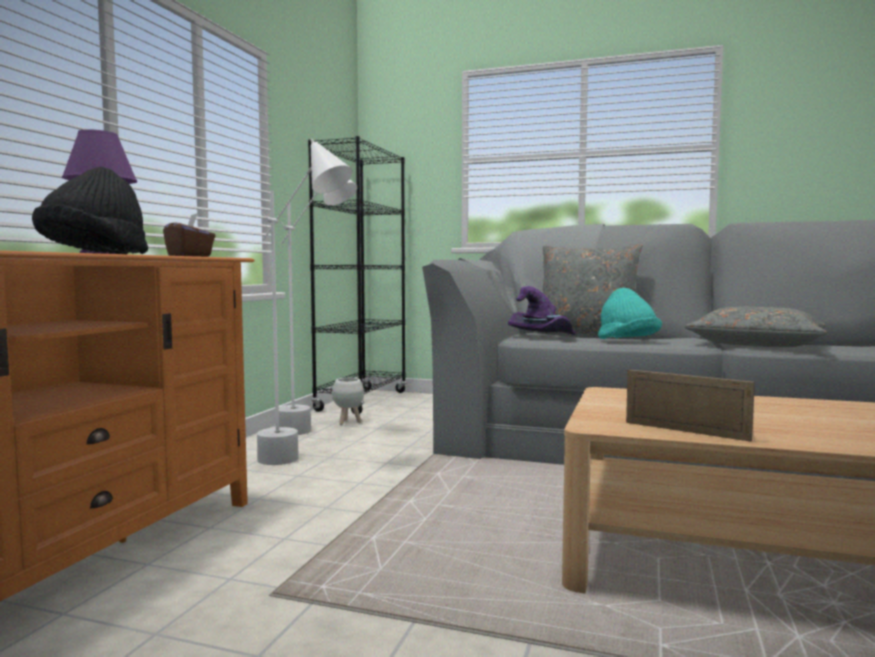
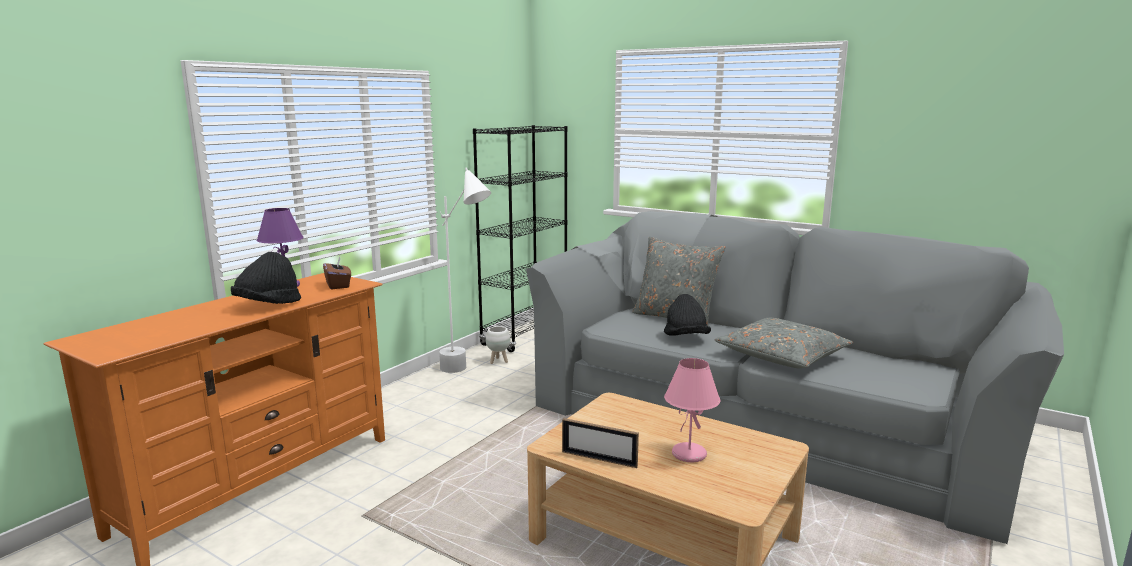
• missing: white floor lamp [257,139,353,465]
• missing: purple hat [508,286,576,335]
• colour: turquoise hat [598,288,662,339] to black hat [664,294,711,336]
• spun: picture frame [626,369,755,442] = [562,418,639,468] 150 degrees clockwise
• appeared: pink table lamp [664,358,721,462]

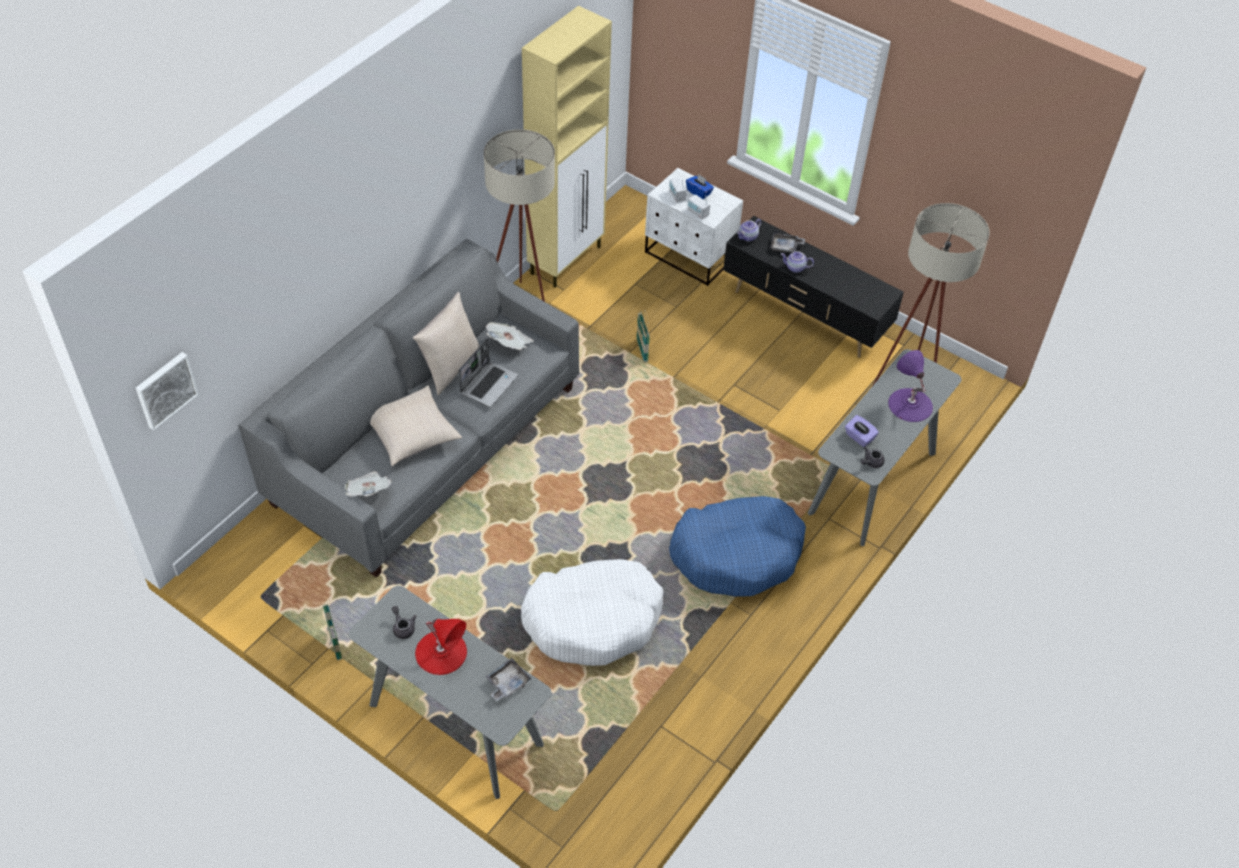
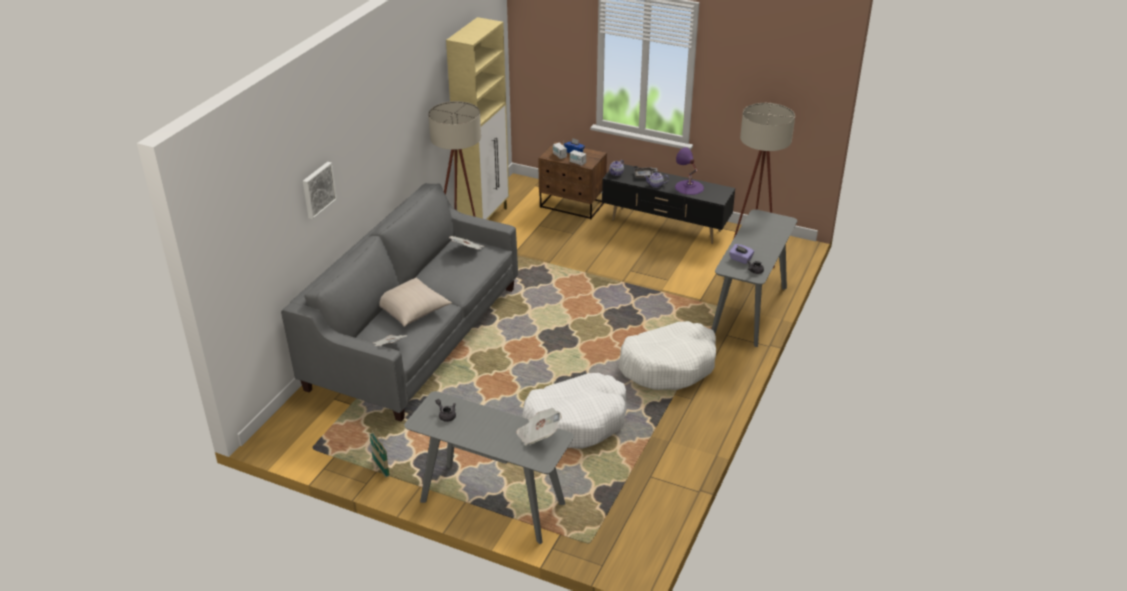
• relocated: picture [136,352,199,431] to [303,162,337,219]
• missing: beige pillow [413,292,480,396]
• missing: red table lamp [415,619,467,675]
• missing: laptop [459,338,518,407]
• exchanged: grey tray [485,658,531,702] to newspaper [516,408,562,446]
• missing: basket [636,311,650,362]
• colour: white nightstand [645,168,743,286] to brown nightstand [538,142,607,219]
• colour: blue dog bed [669,496,806,597] to white dog bed [618,321,716,390]
• relocated: purple table lamp [888,350,933,422] to [675,147,704,195]

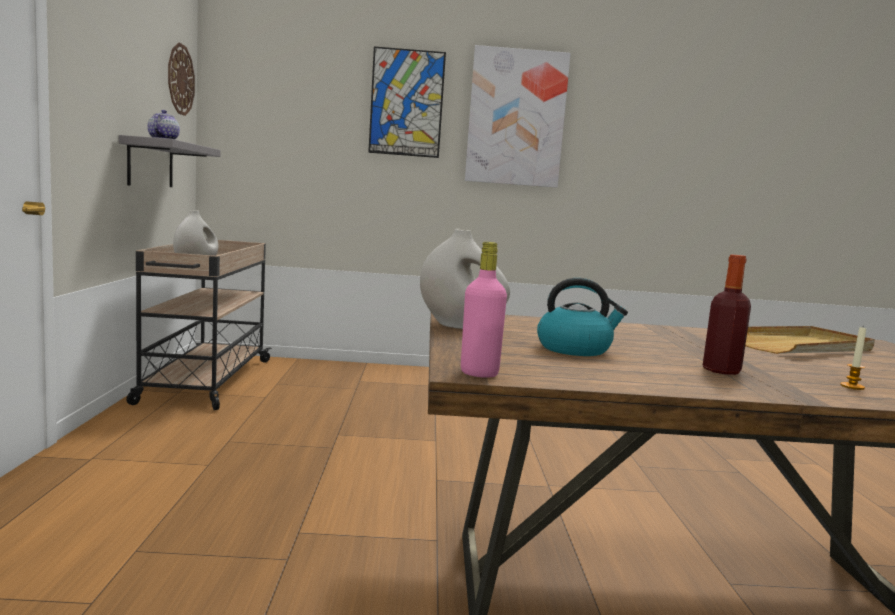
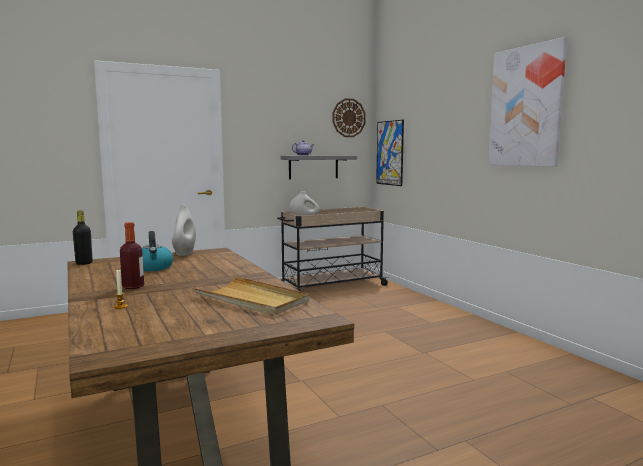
• relocated: picture [368,46,446,158] to [376,120,404,186]
• colour: pink bottle [461,242,507,378] to black bottle [73,210,93,265]

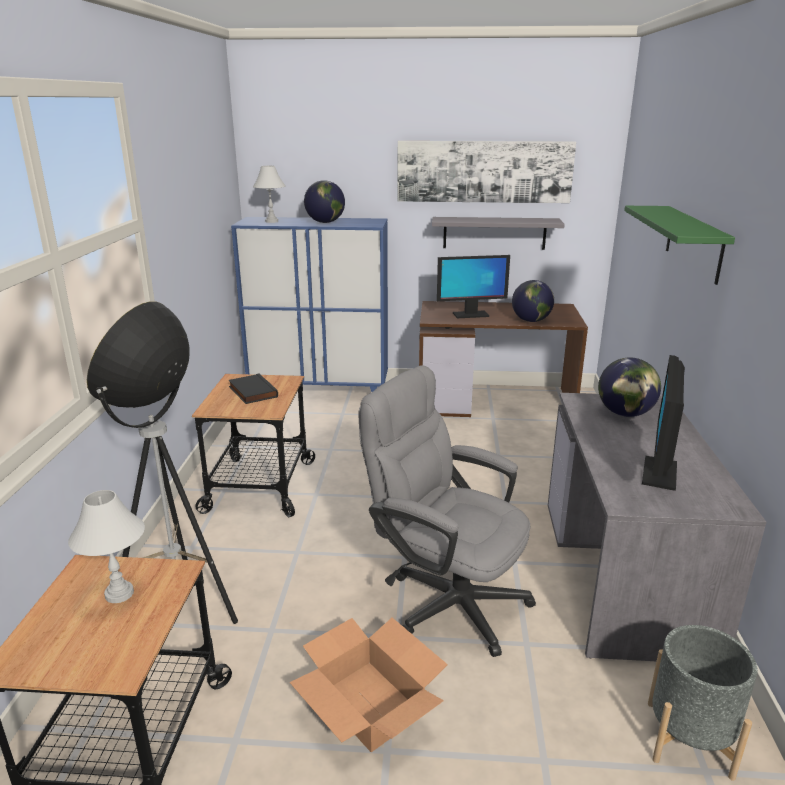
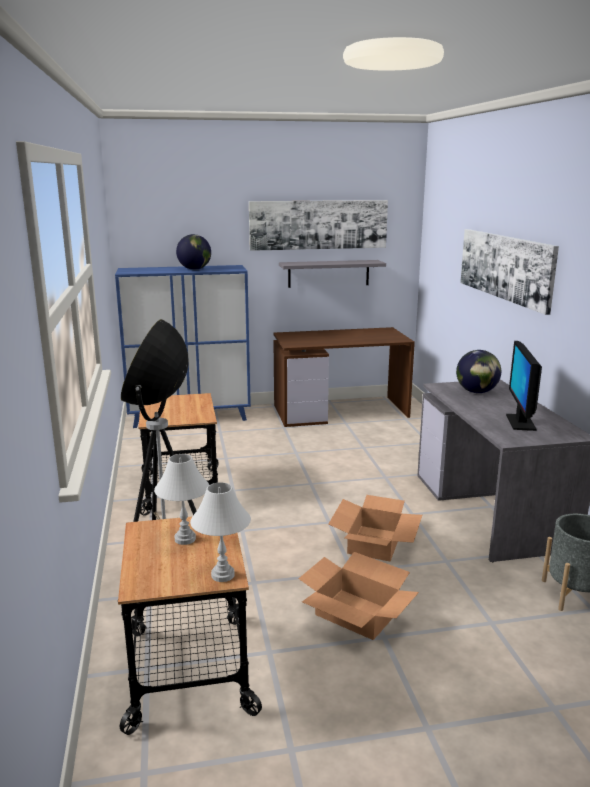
• missing: black book [229,374,278,404]
• relocated: white table lamp [253,166,286,223] to [190,482,251,582]
• exchanged: grey office chair [358,366,536,657] to cardboard box [329,495,422,562]
• missing: monitor [437,255,510,318]
• missing: globe [512,280,554,322]
• exchanged: green shelf [624,206,735,285] to picture [460,229,559,315]

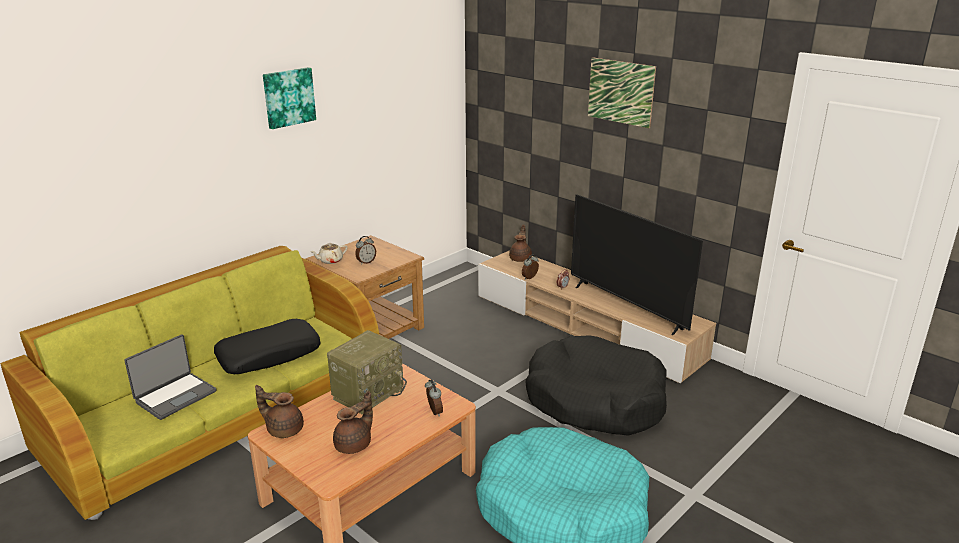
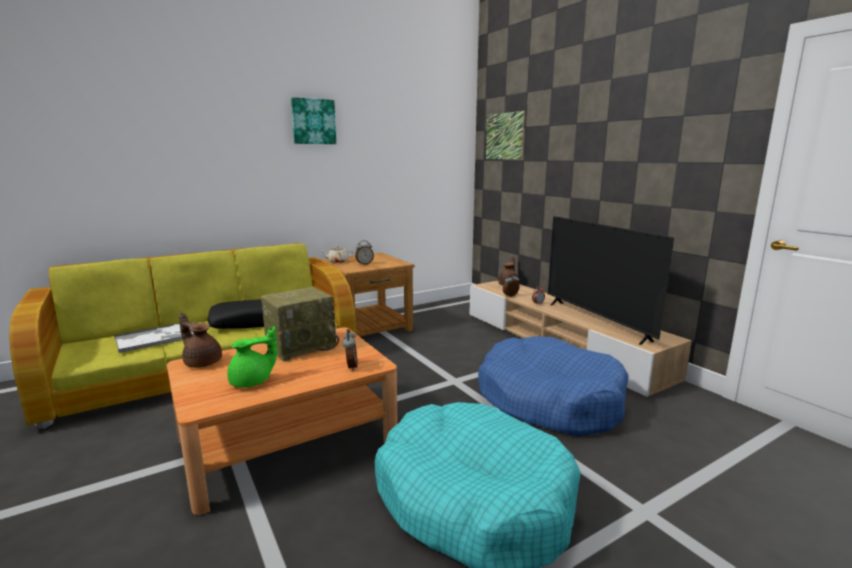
• exchanged: laptop [124,334,217,420] to tray [114,323,194,353]
• colour: brown teapot [333,391,373,454] to green teapot [227,326,277,388]
• colour: black dog bed [525,335,667,436] to blue dog bed [478,336,629,436]
• relocated: picture [588,57,656,128] to [486,111,525,159]

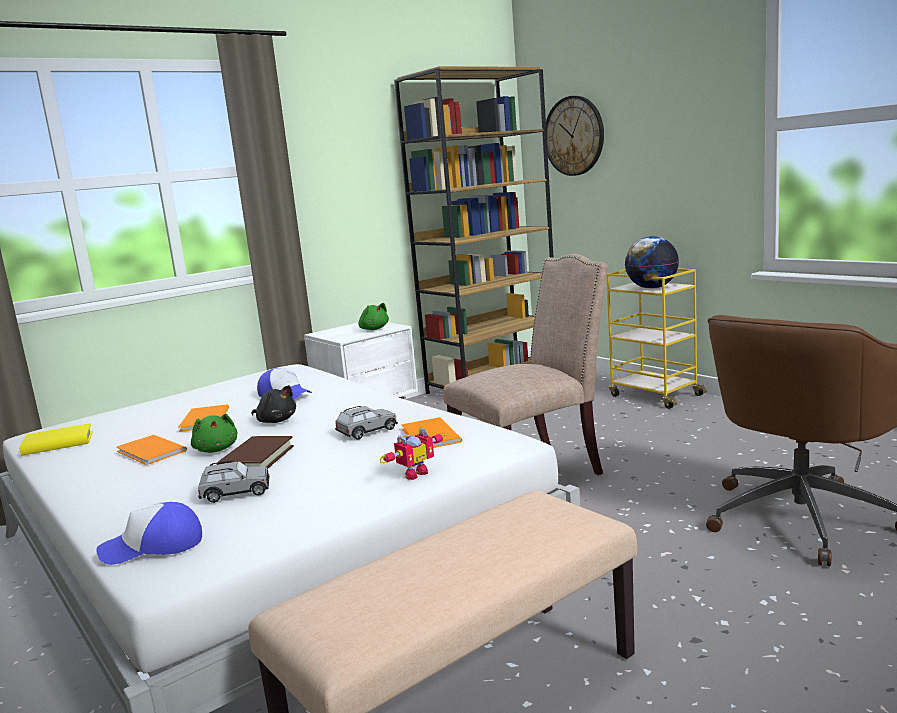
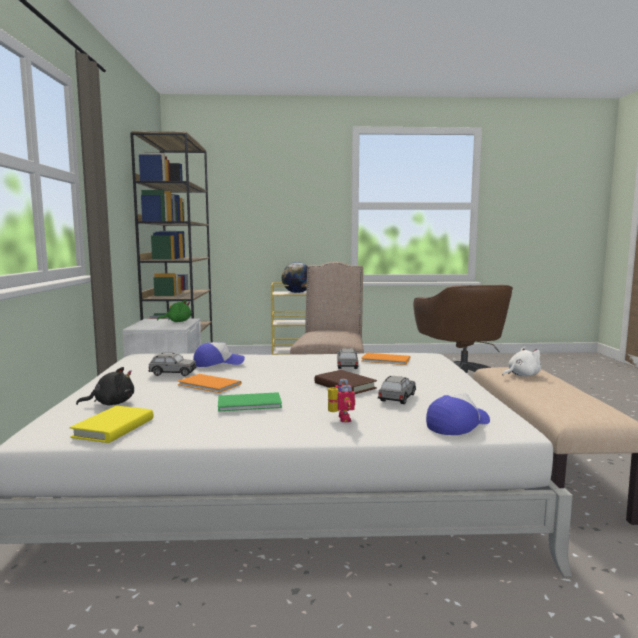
• spun: cap [96,502,202,565] = [426,393,490,435] 150 degrees counterclockwise
• colour: orange book [116,435,187,465] to green book [218,392,282,411]
• missing: green plush toy [191,414,237,453]
• relocated: black plush toy [252,385,296,423] to [76,367,134,406]
• relocated: toy robot [379,427,446,480] to [328,379,355,422]
• missing: wall clock [546,96,604,176]
• appeared: grey toy car [148,353,197,376]
• appeared: white plush toy [502,347,541,376]

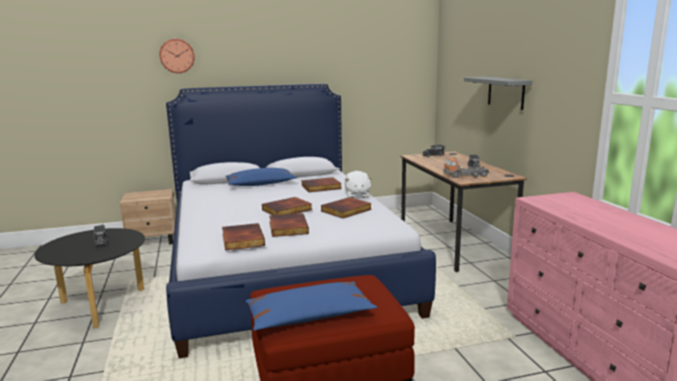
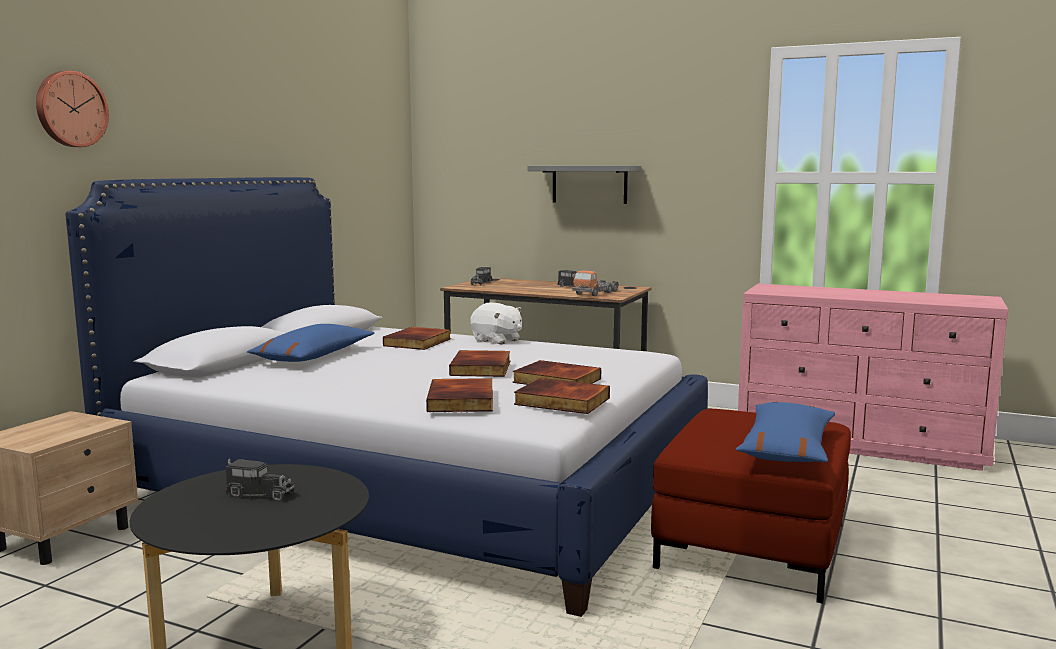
• relocated: book [321,197,372,218] to [426,378,493,412]

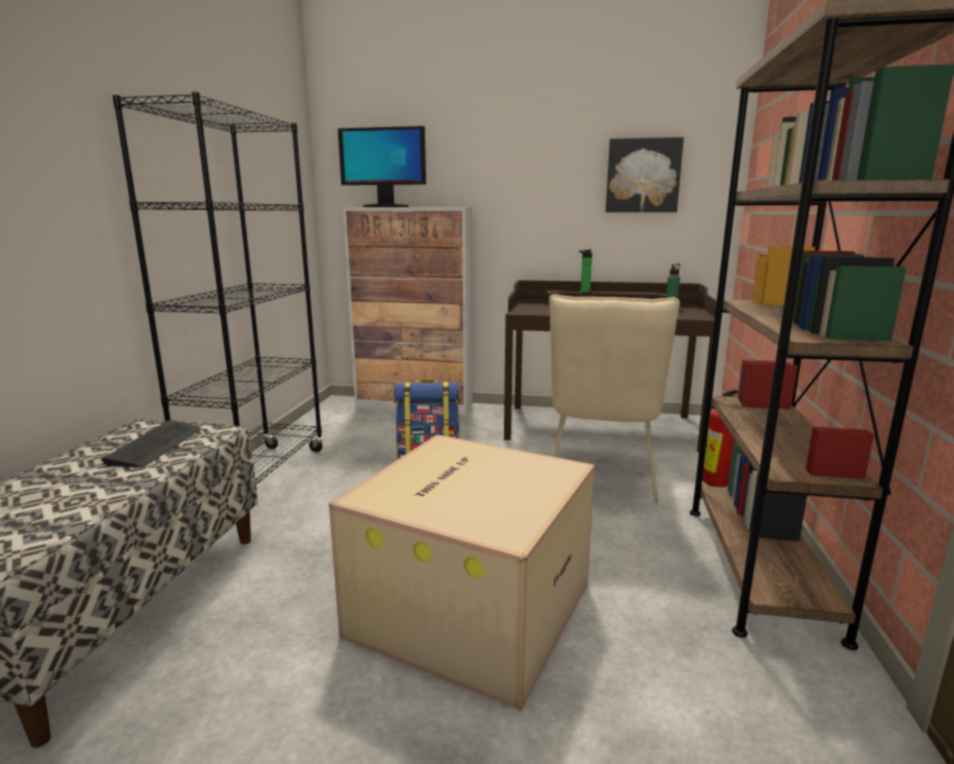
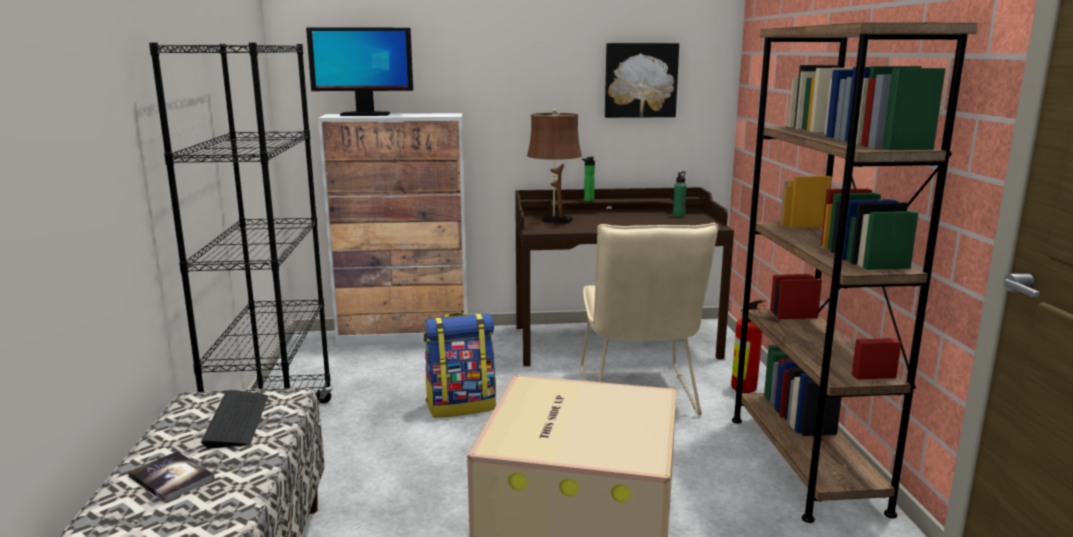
• appeared: book [128,451,215,502]
• appeared: brown table lamp [527,109,582,224]

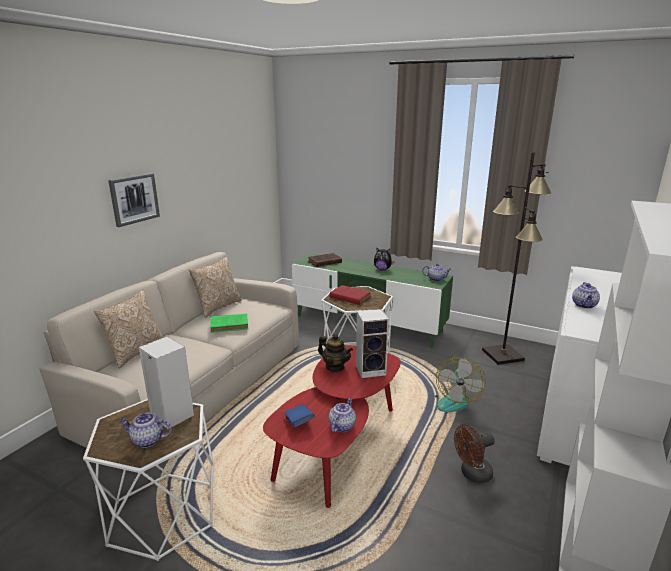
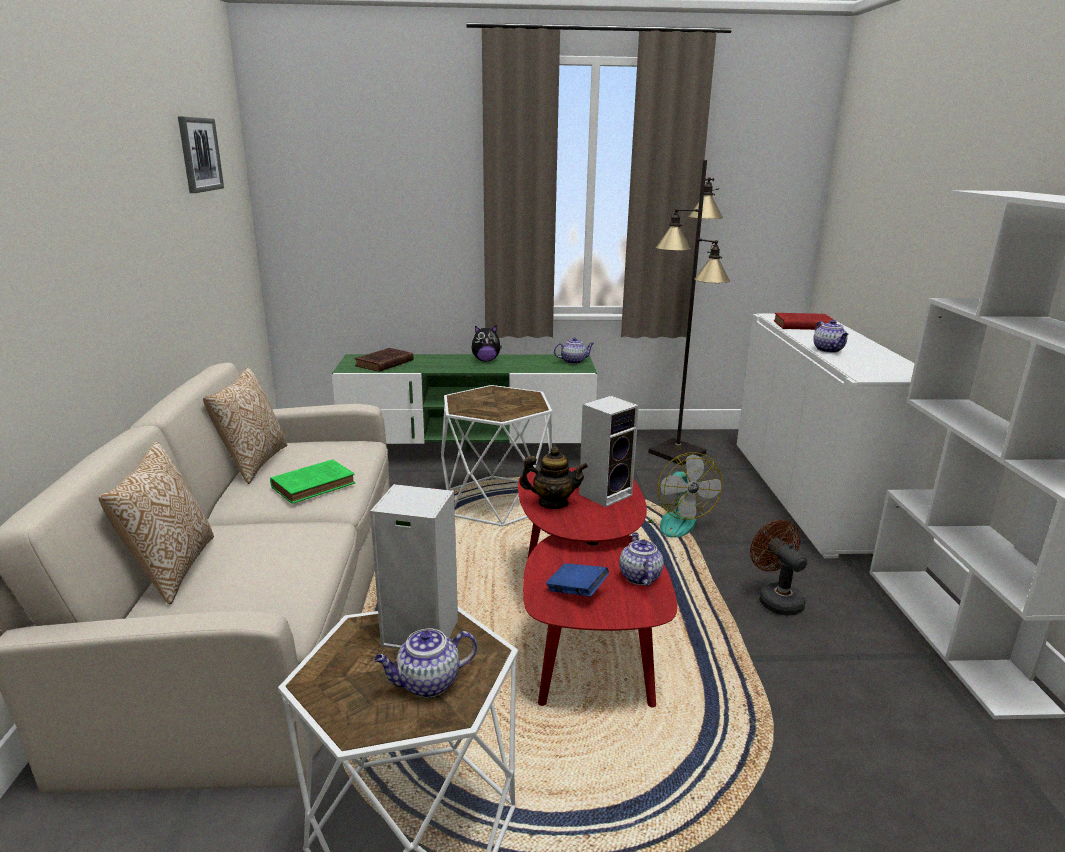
• relocated: picture [108,173,160,227] to [178,117,224,193]
• relocated: red book [330,285,371,305] to [774,313,837,330]
• spun: brown fan [454,424,495,483] = [750,520,807,616] 120 degrees clockwise

